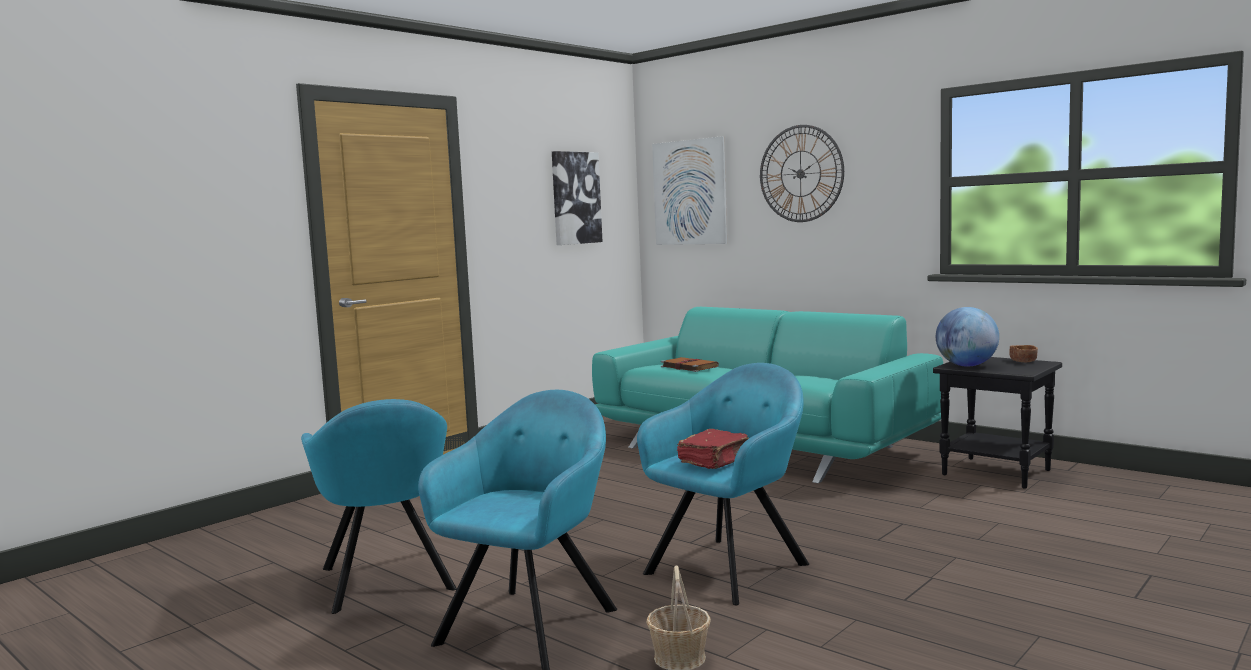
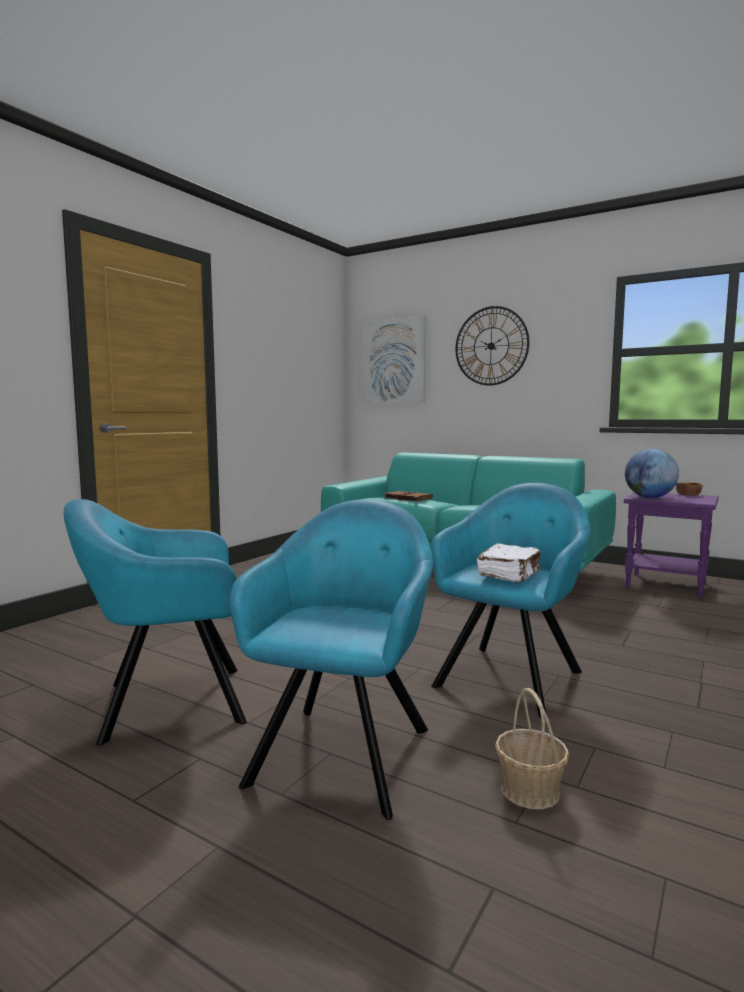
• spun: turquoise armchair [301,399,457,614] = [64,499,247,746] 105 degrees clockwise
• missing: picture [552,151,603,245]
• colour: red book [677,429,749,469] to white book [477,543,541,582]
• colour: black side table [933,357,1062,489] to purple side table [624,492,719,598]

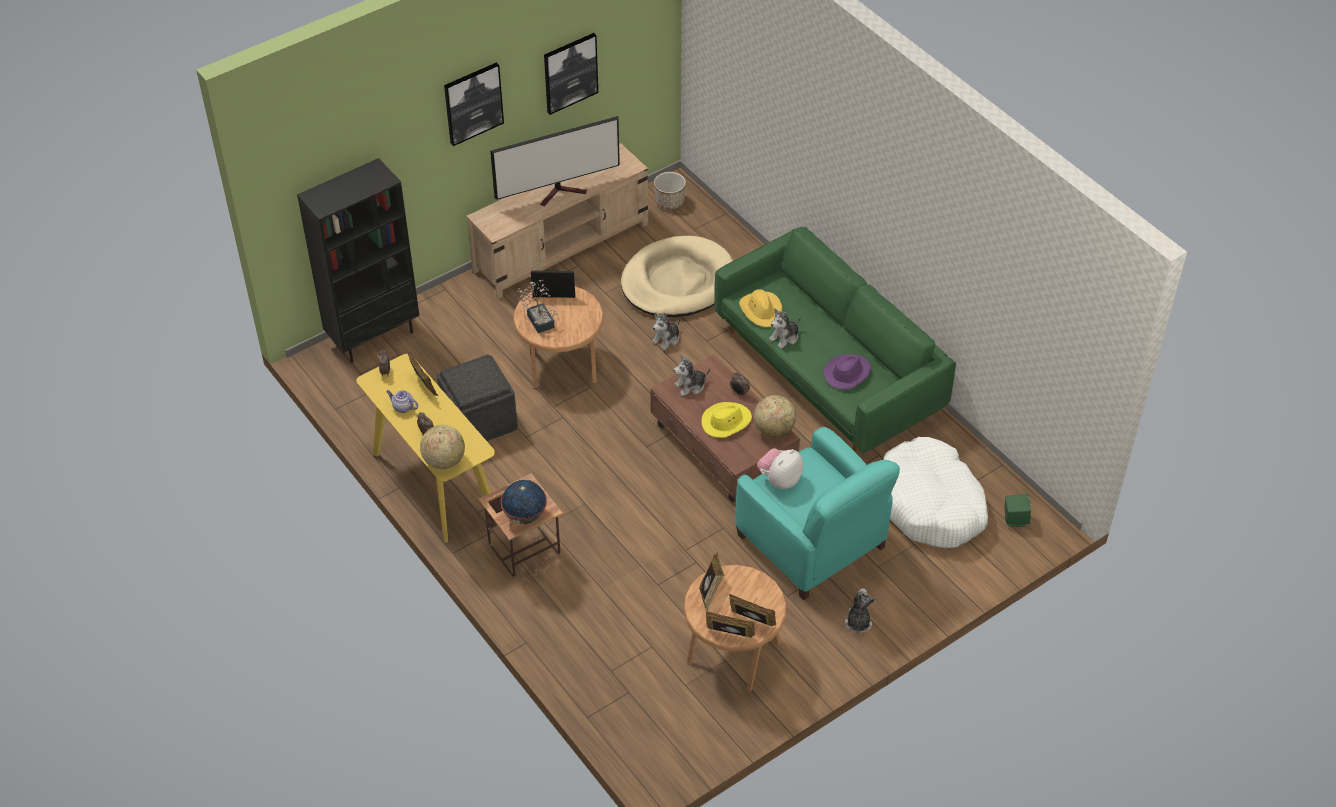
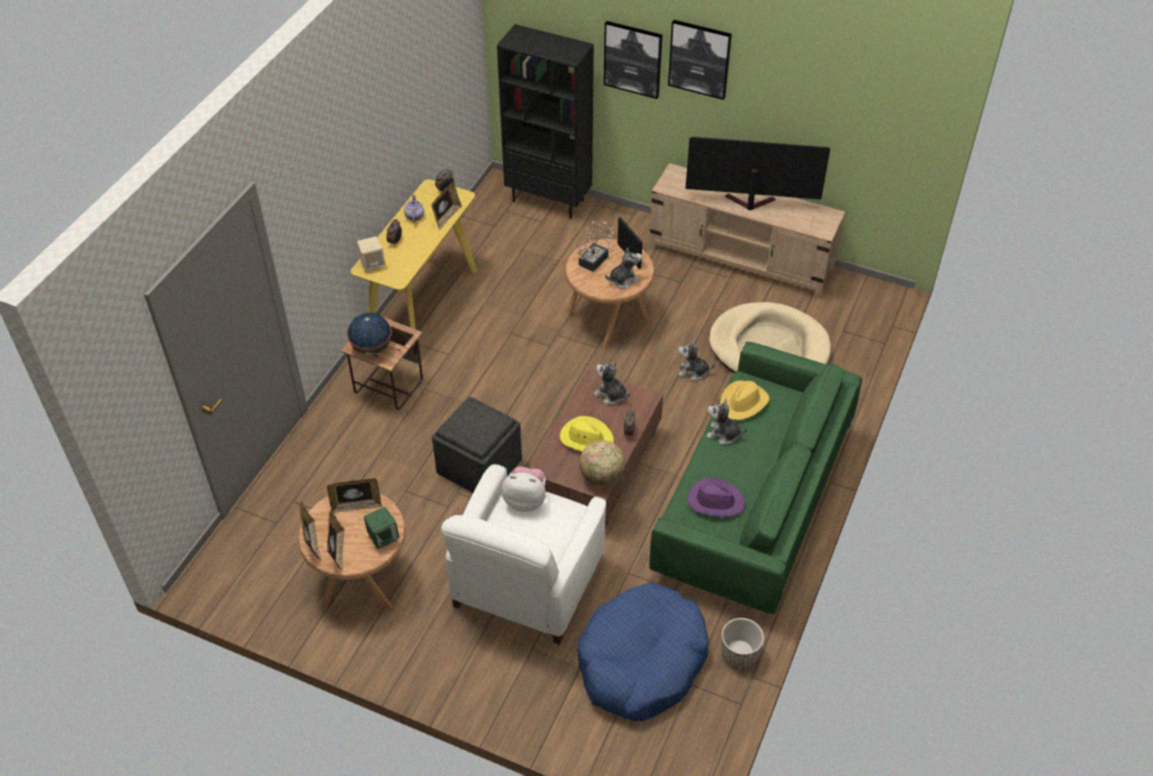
• exchanged: globe [420,425,465,470] to beige speaker [357,236,385,272]
• relocated: grey ottoman [437,354,518,441] to [432,397,522,493]
• spun: television [490,116,620,206] = [685,137,830,210] 150 degrees clockwise
• relocated: picture [544,33,598,115] to [604,21,662,99]
• relocated: planter [654,172,686,210] to [721,618,764,669]
• colour: turquoise armchair [735,427,900,600] to white armchair [441,464,606,645]
• relocated: plush toy [845,588,876,634] to [605,248,642,289]
• colour: white dog bed [884,437,988,548] to blue dog bed [577,583,709,721]
• relocated: green speaker [1004,494,1031,527] to [364,507,399,549]

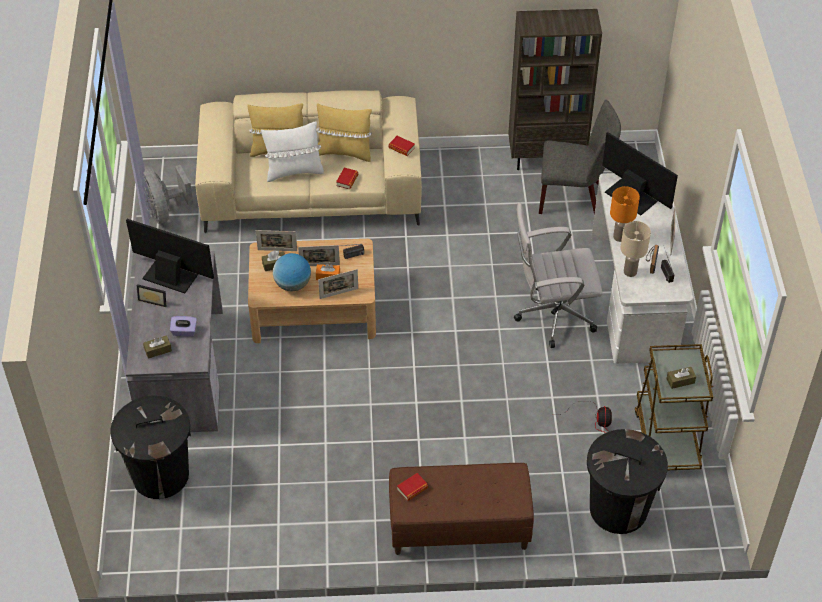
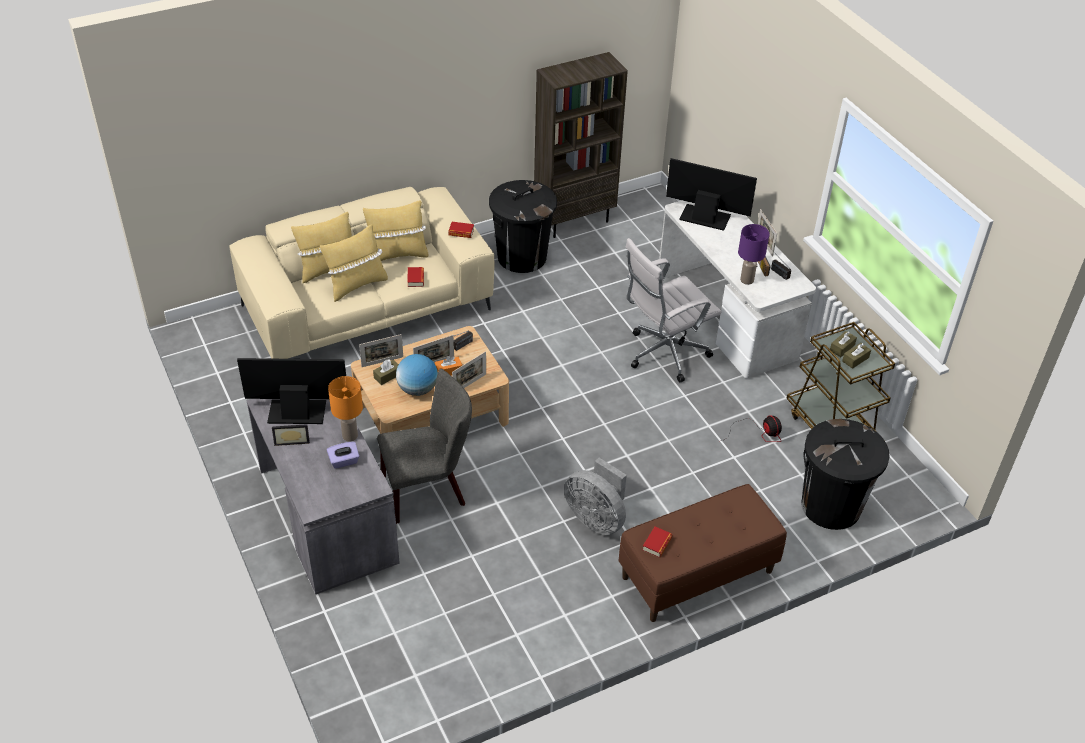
• relocated: black trash can [110,396,191,499] to [489,180,557,273]
• relocated: grey fan [143,165,193,224] to [564,458,627,535]
• relocated: brown tissue box [143,335,172,359] to [830,331,857,357]
• colour: white pillow [261,121,324,182] to yellow pillow [320,224,388,302]
• relocated: grey chair [539,100,621,214] to [377,369,472,524]
• relocated: orange table lamp [610,186,640,242] to [328,376,363,442]
• colour: beige table lamp [620,221,651,277] to purple table lamp [738,224,770,285]

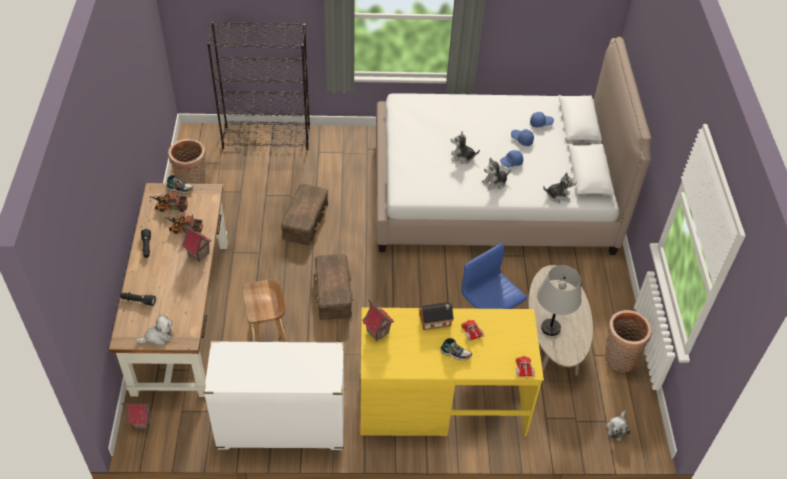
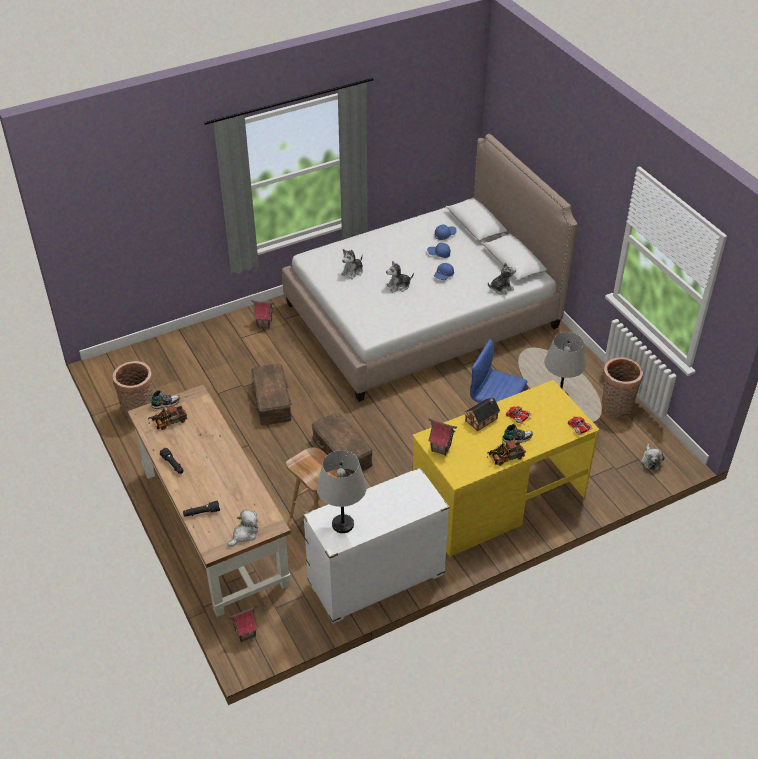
• relocated: toy truck [164,214,203,234] to [487,439,526,466]
• relocated: toy house [182,225,211,262] to [251,300,274,329]
• missing: black bookcase [207,22,310,150]
• relocated: plush toy [482,158,511,191] to [341,249,363,279]
• appeared: grey table lamp [317,450,367,533]

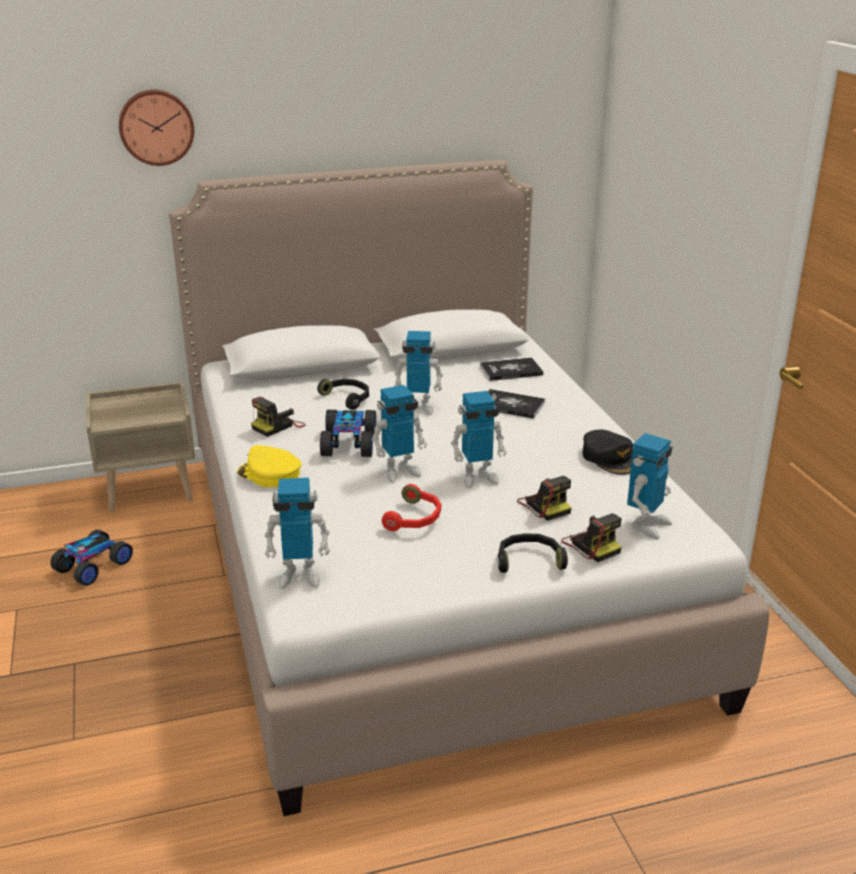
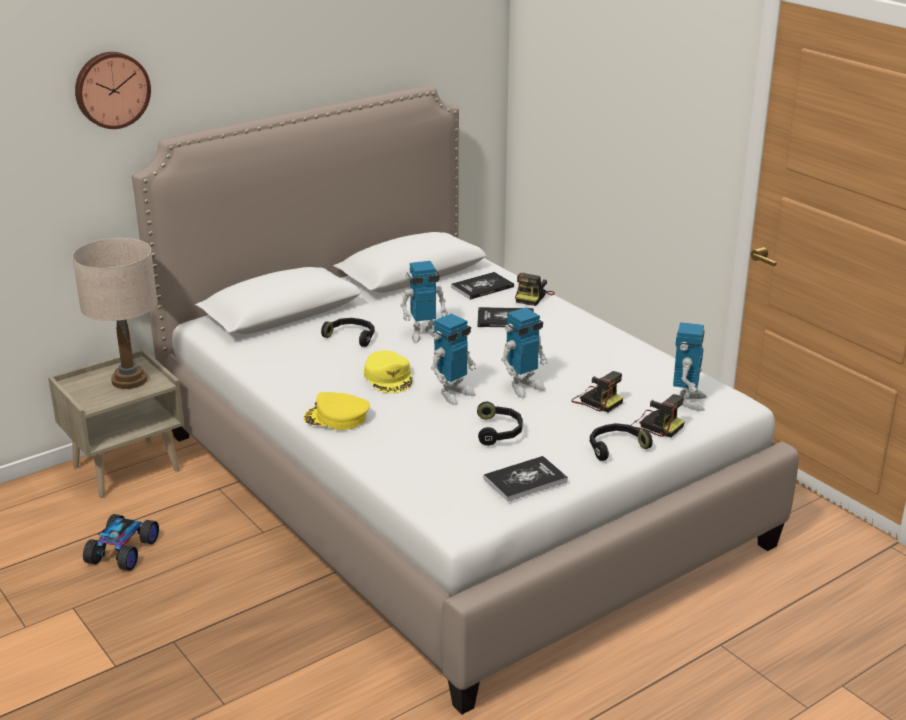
• relocated: photo camera [251,397,306,437] to [515,273,555,306]
• missing: toy robot [265,478,330,589]
• exchanged: toy car [320,410,376,457] to yellow cap [364,350,413,393]
• colour: red headphones [382,484,441,531] to black headphones [477,402,523,446]
• missing: black cap [582,430,633,475]
• appeared: beige table lamp [72,238,158,389]
• appeared: book [483,456,568,502]

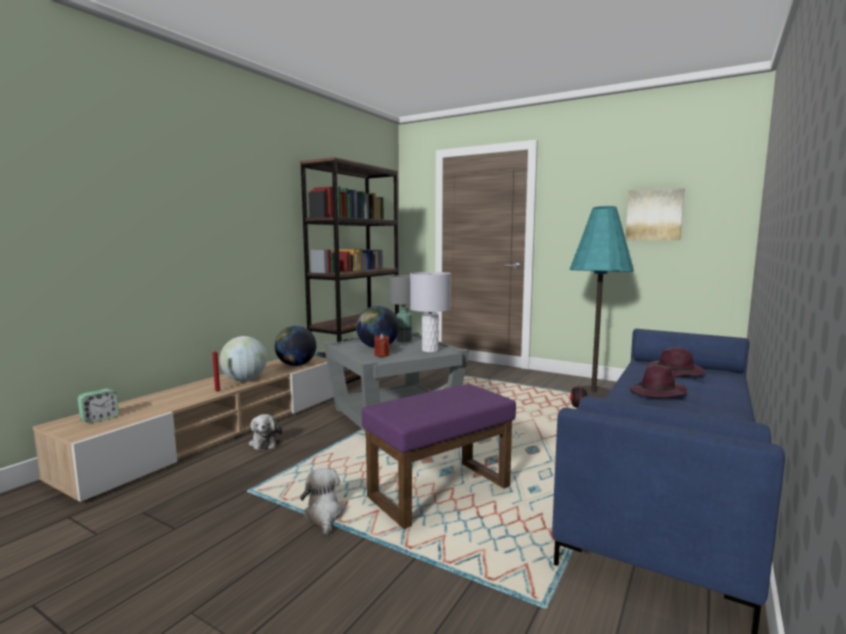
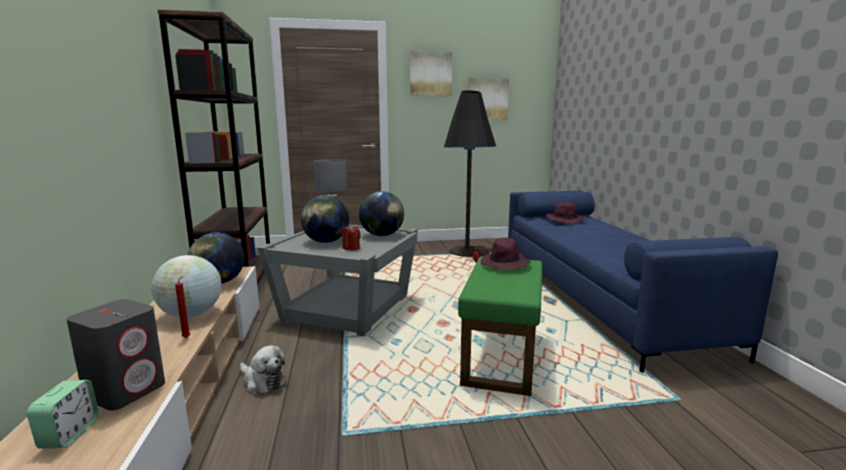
• missing: plush toy [300,468,345,535]
• colour: purple ottoman [362,384,516,529] to green ottoman [458,256,542,396]
• exchanged: grey table lamp [410,272,451,352] to globe [359,191,404,236]
• colour: turquoise floor lamp [569,206,634,398] to black floor lamp [444,91,496,257]
• relocated: purple hat [629,364,687,397] to [481,238,531,270]
• appeared: grey speaker [66,299,165,411]
• appeared: picture [410,51,452,96]

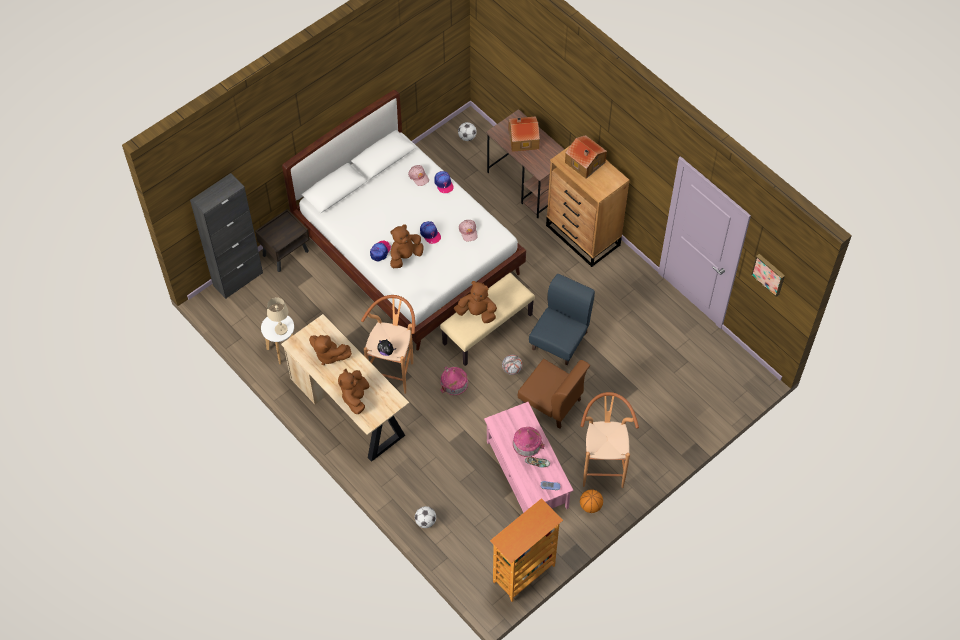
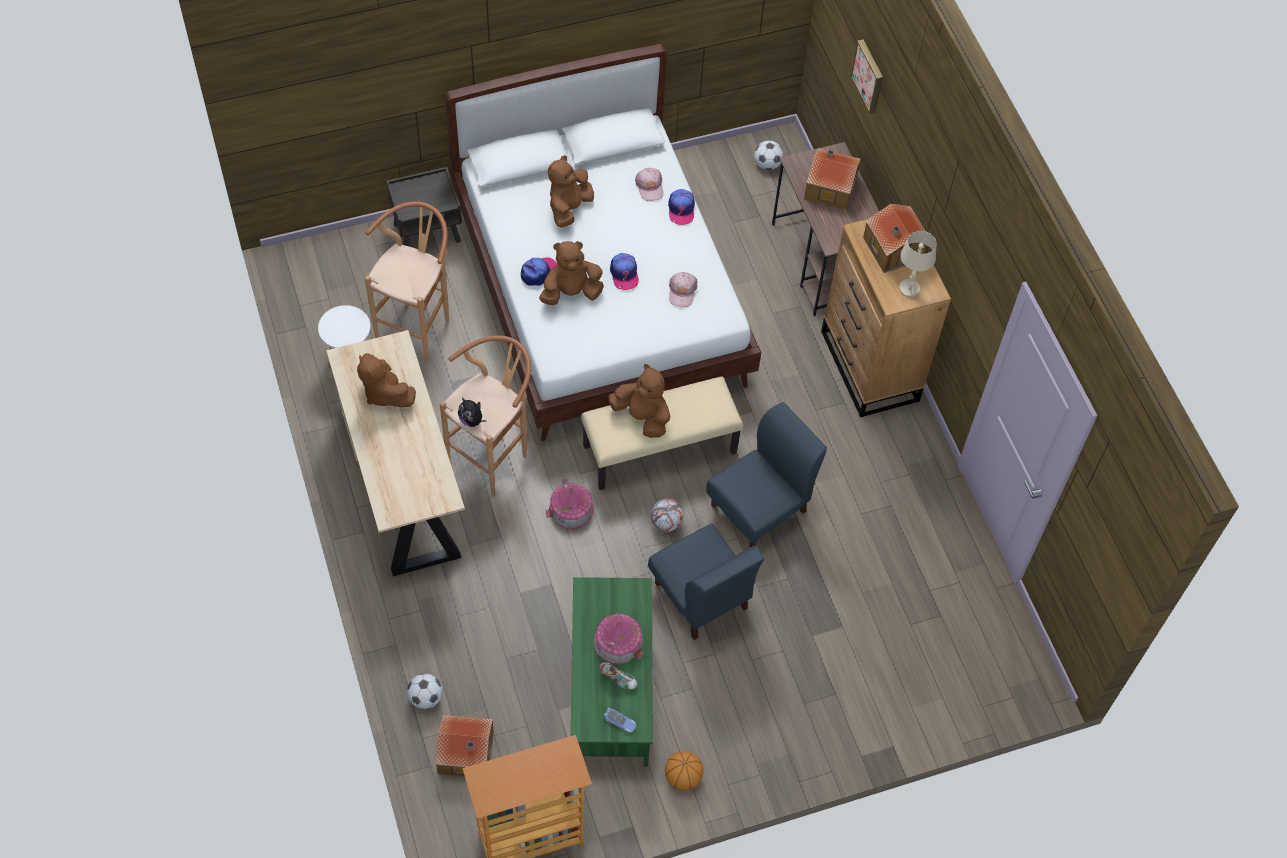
• missing: black cabinet [190,173,263,299]
• relocated: beige table lamp [267,297,288,335] to [899,231,936,298]
• relocated: brown plush toy [338,369,369,414] to [548,155,594,228]
• colour: pink coffee table [484,402,573,513] to green coffee table [571,577,653,767]
• colour: brown chair [518,359,590,429] to blue chair [648,524,764,640]
• relocated: brown stool [581,392,639,488] to [365,201,449,362]
• relocated: picture [751,254,785,297] to [851,39,883,114]
• appeared: toy house [436,715,494,777]

